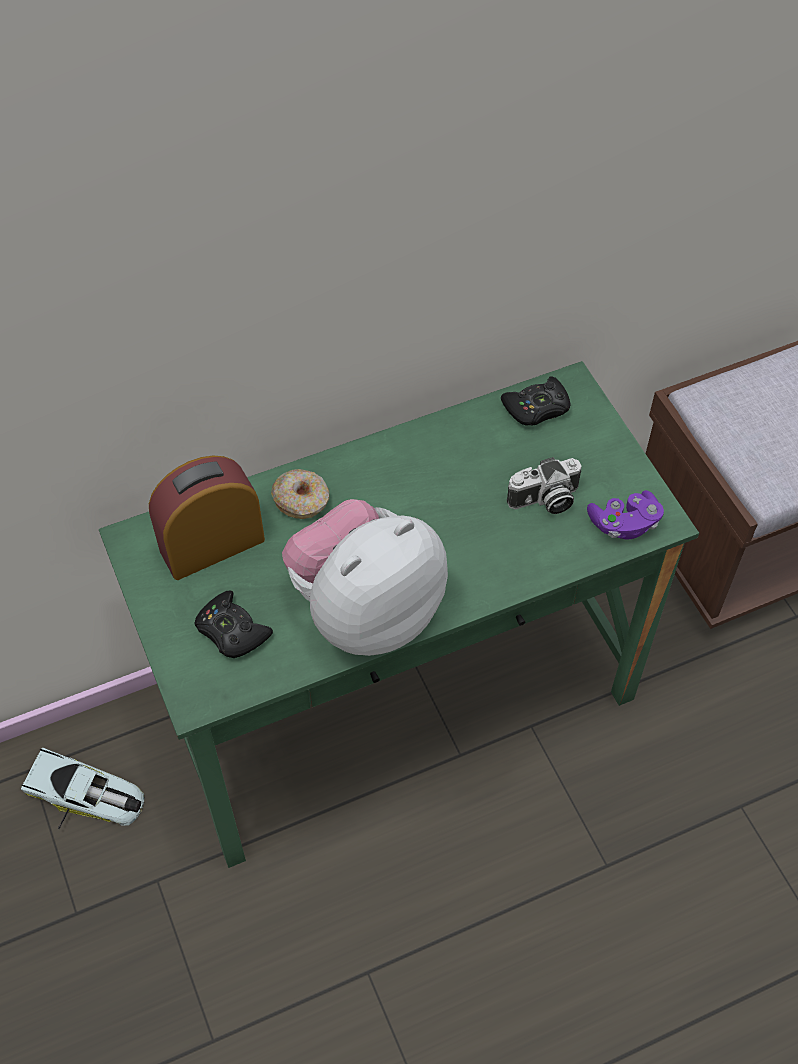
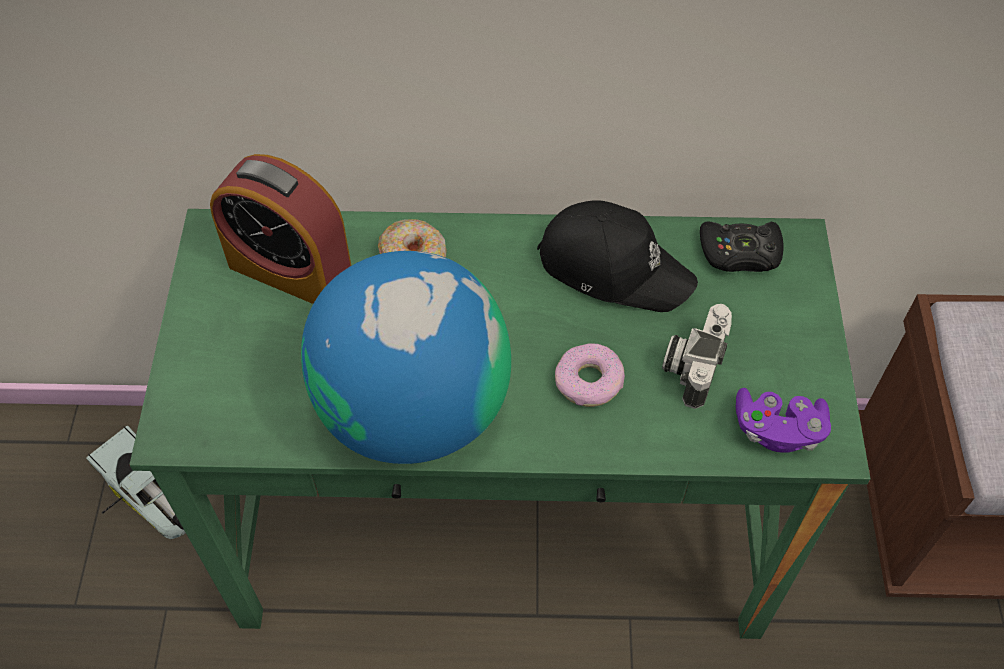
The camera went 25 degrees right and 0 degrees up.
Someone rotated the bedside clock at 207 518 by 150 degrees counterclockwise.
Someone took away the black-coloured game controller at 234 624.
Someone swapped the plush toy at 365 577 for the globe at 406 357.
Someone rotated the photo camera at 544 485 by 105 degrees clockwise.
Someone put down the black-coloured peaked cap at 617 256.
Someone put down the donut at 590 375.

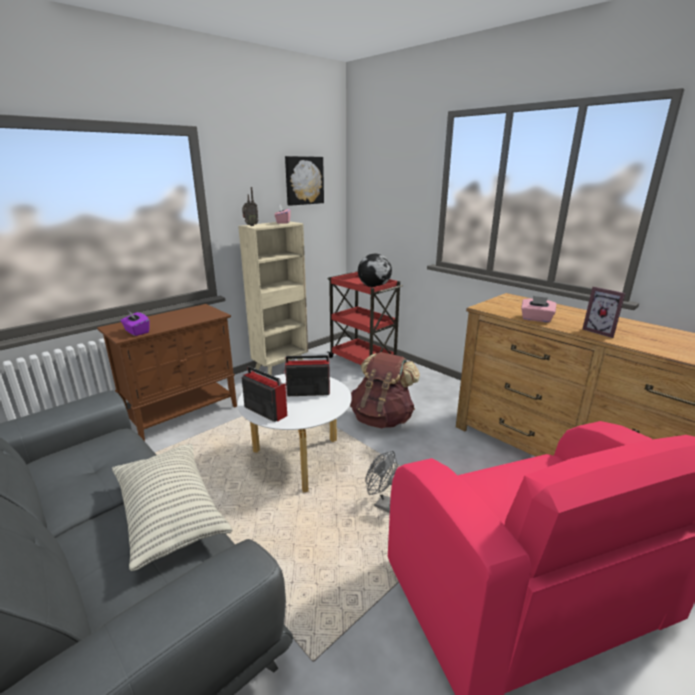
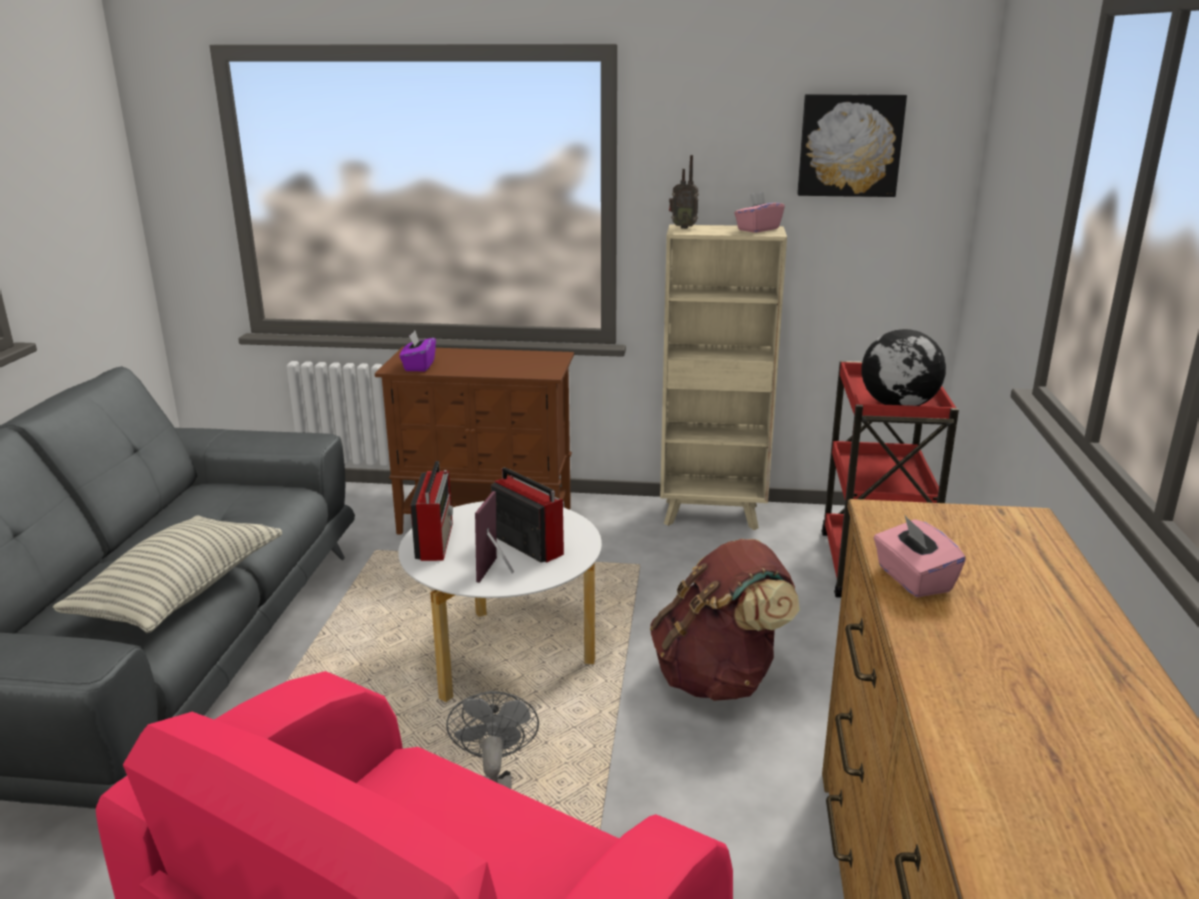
The camera went 50 degrees right and 0 degrees up.
Someone carried the picture frame from 604 312 to 494 537.

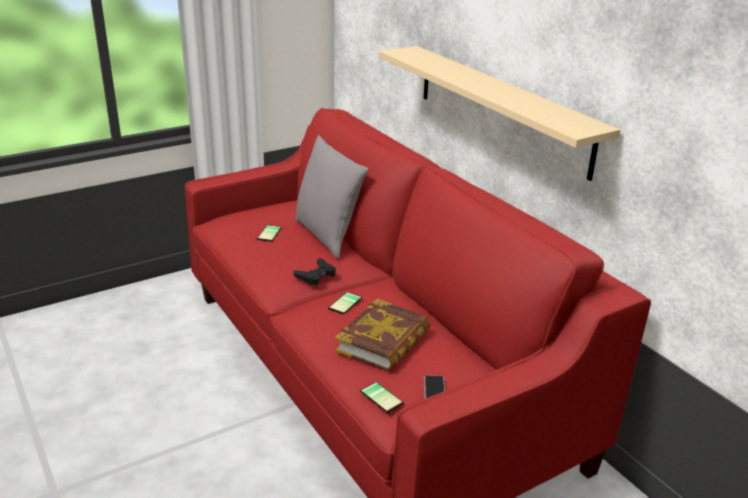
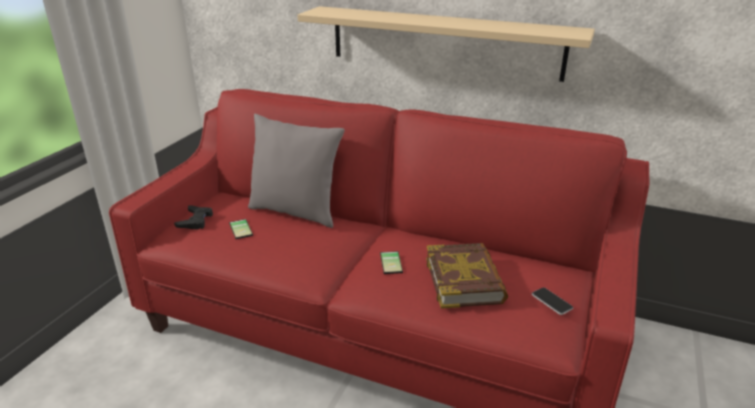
The camera went 35 degrees left and 0 degrees up.
Someone carried the black-coloured game controller from 315 272 to 193 217.
Someone took away the phone at 382 397.

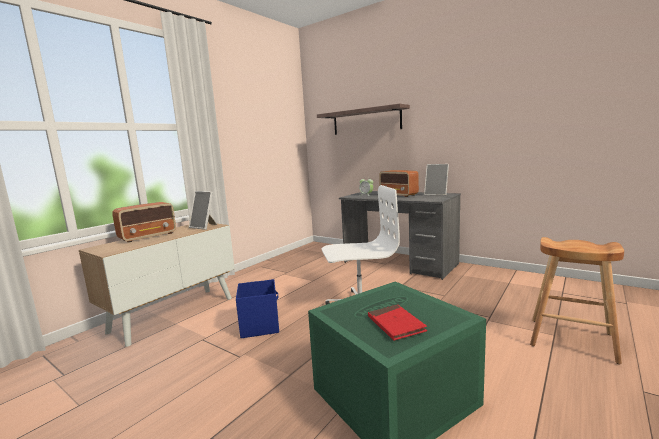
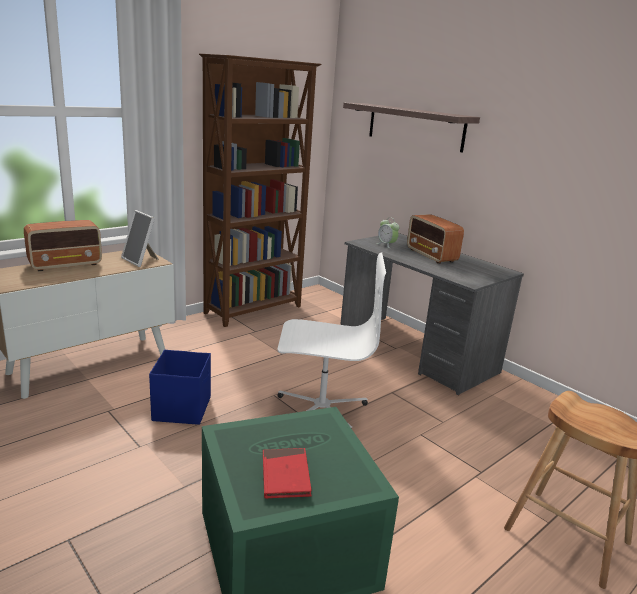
The camera went 10 degrees right and 10 degrees up.
Someone took away the picture frame at 436 180.
Someone put down the brown bookcase at 260 190.

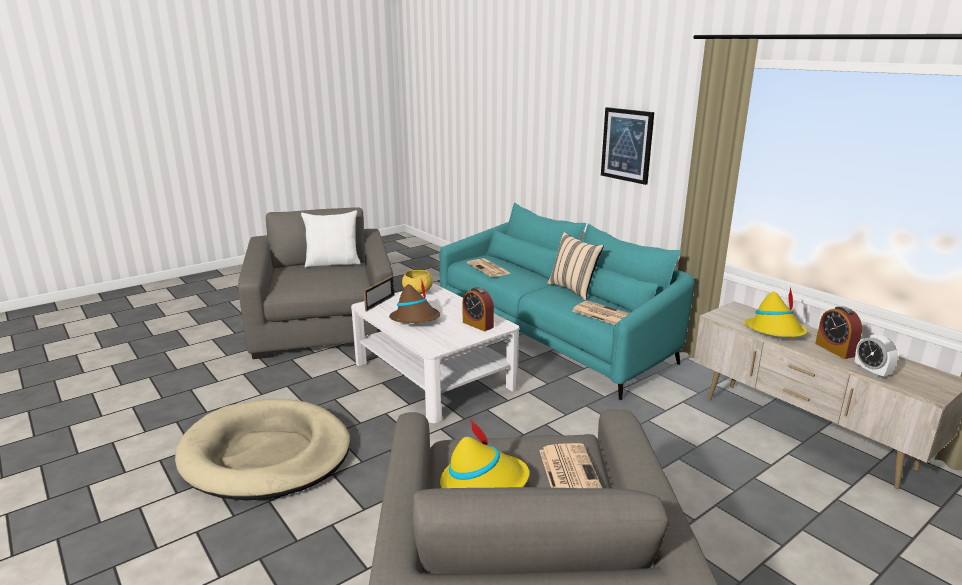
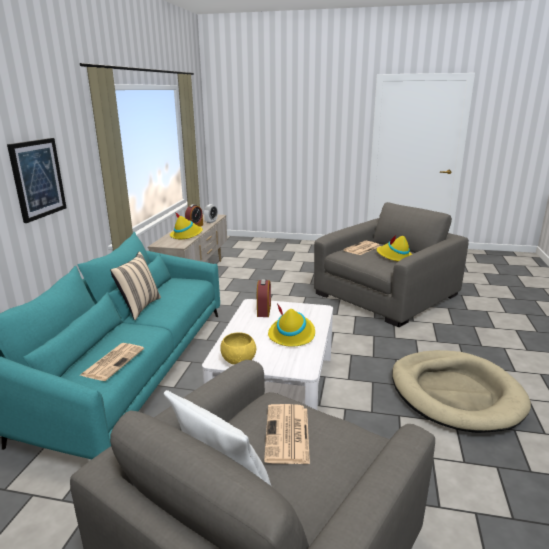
The camera went 130 degrees left and 0 degrees up.
Someone took away the picture frame at 379 293.
Someone repainted the brown hat at 414 301, which became the yellow hat at 291 325.
Someone carried the newspaper from 601 313 to 287 434.

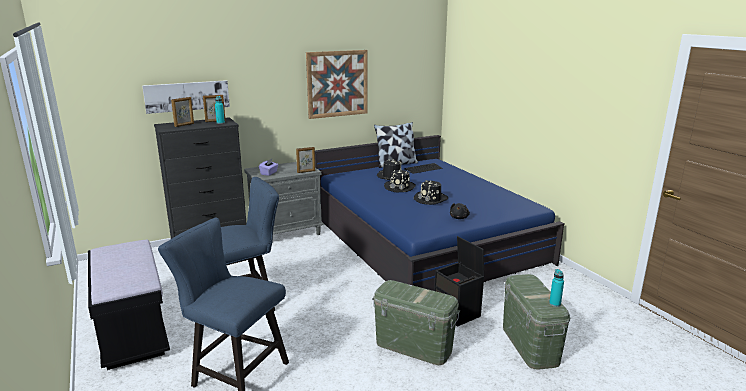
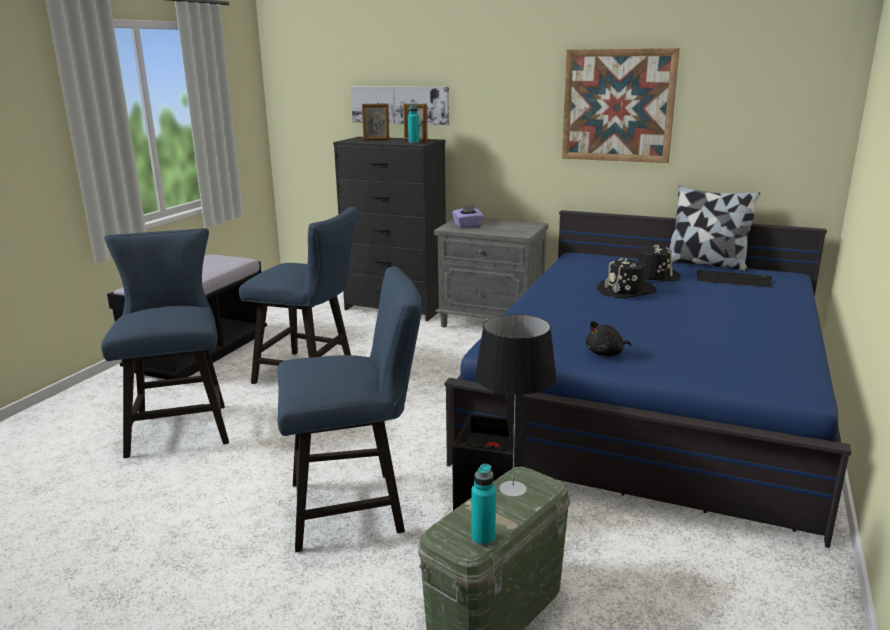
The camera went 50 degrees right and 0 degrees up.
Someone took away the picture frame at 305 160.
Someone swapped the green-coloured storage container at 416 322 for the blue plain chair at 349 409.
Someone took away the black-coloured hat at 431 192.
Someone put down the table lamp at 516 405.

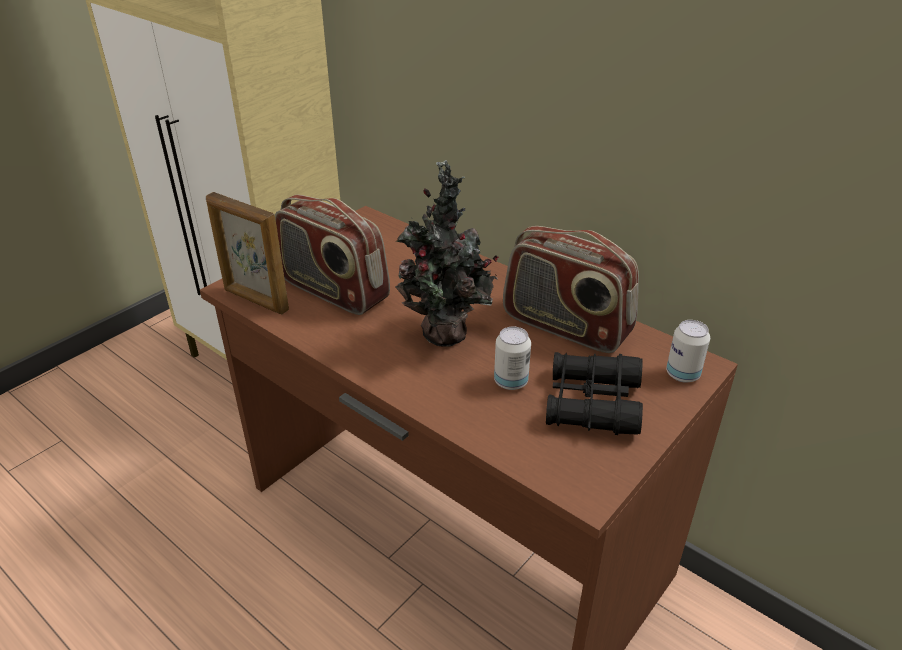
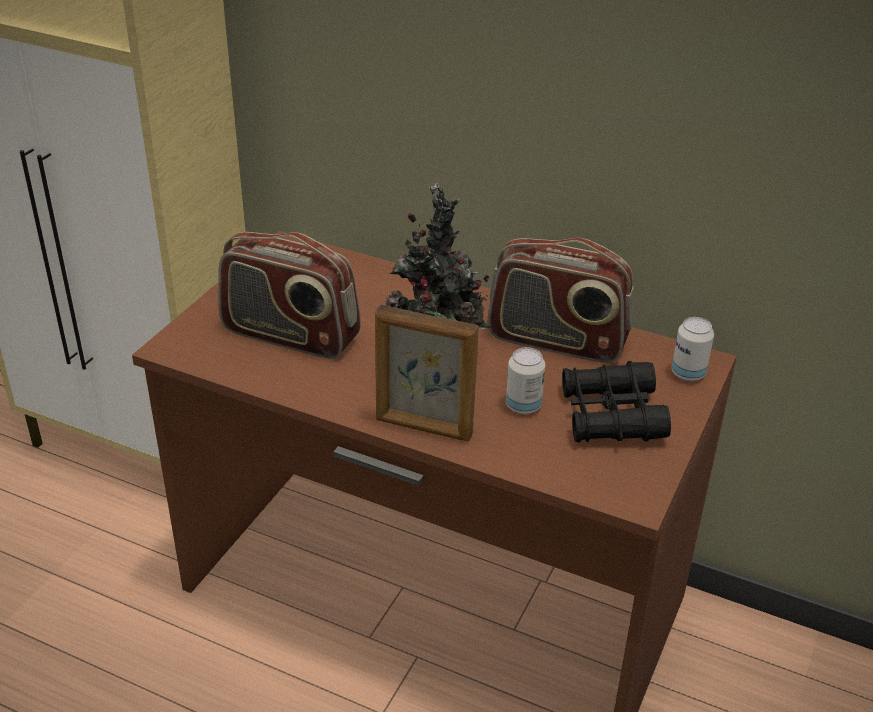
The camera went 15 degrees left and 0 degrees up.
Someone carried the picture frame from 247 253 to 427 373.

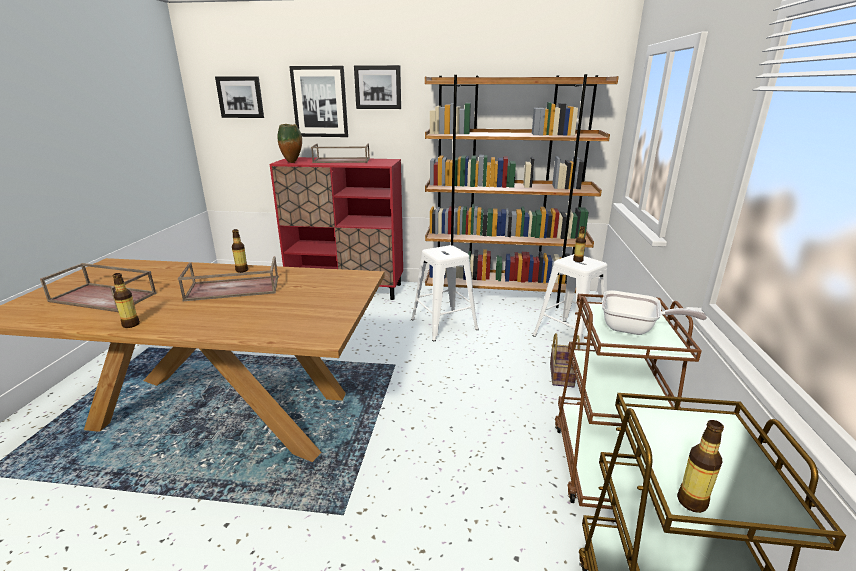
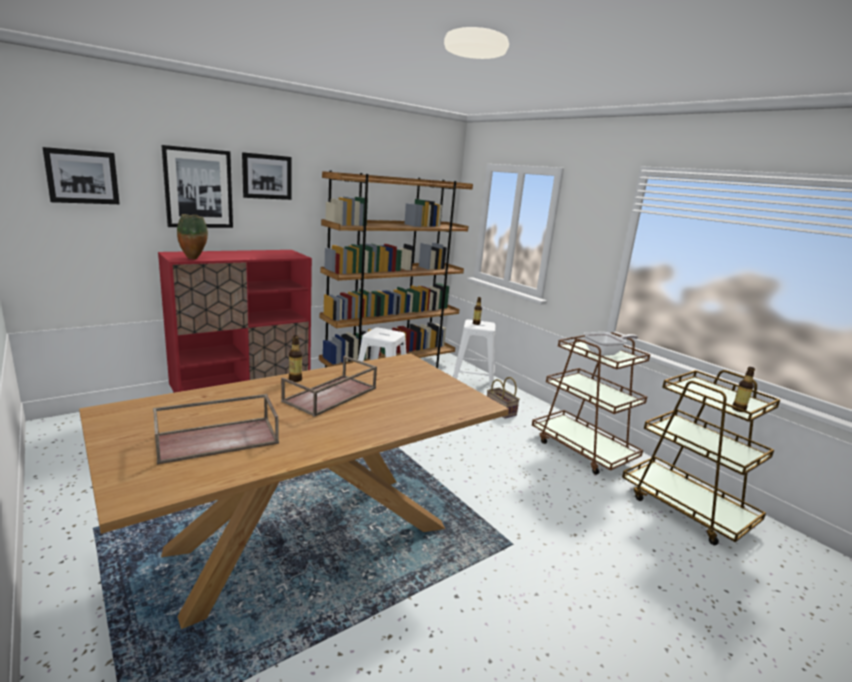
The camera went 45 degrees left and 5 degrees down.
Someone took away the bottle at 126 300.
Someone took away the brown carrying tray at 340 153.

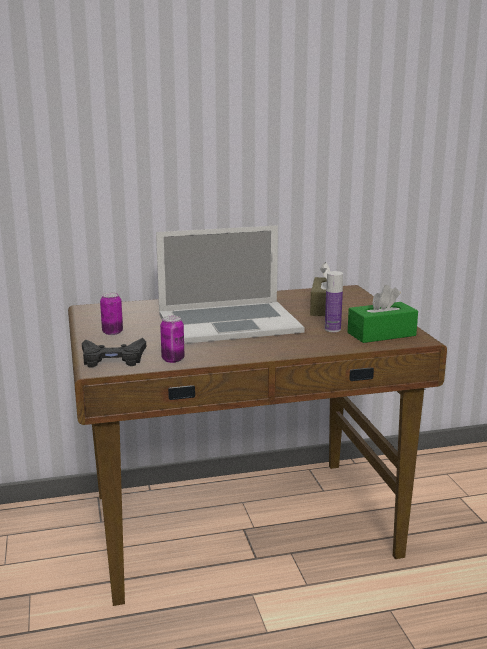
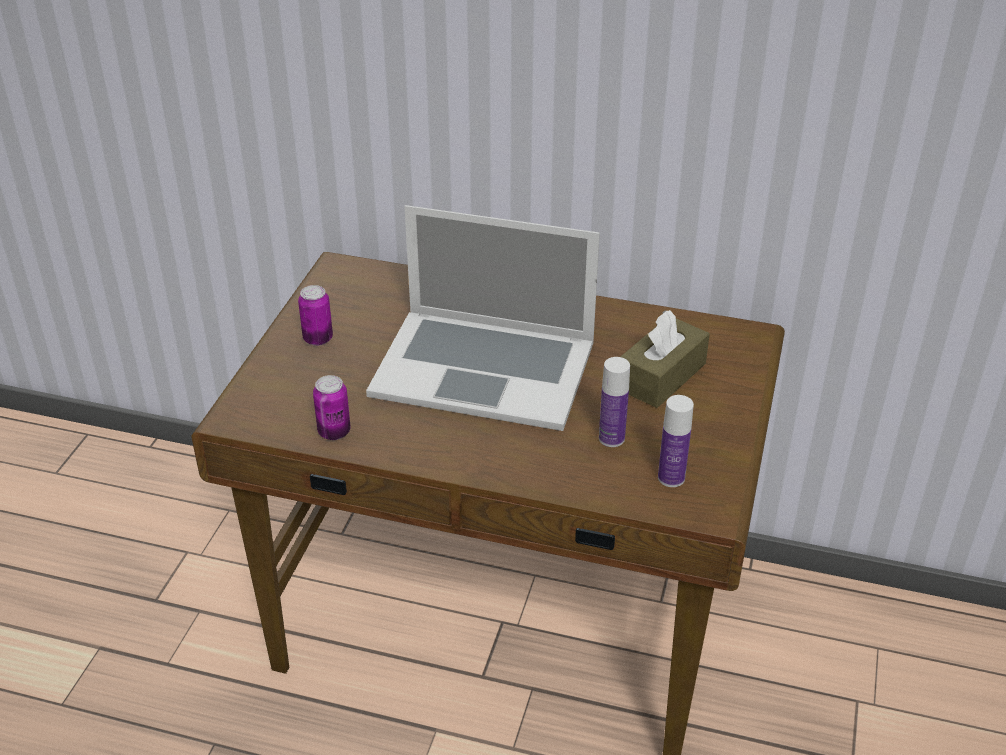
The camera went 30 degrees right and 20 degrees up.
Someone took away the black-coloured game controller at 114 353.
Someone swapped the green-coloured box of tissues at 383 314 for the bottle at 676 441.

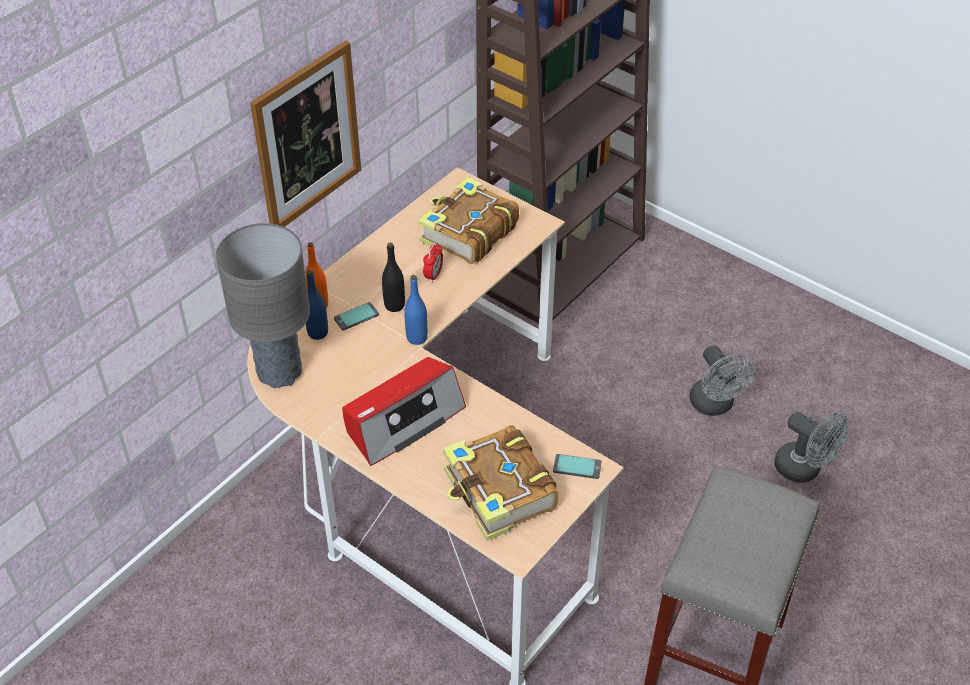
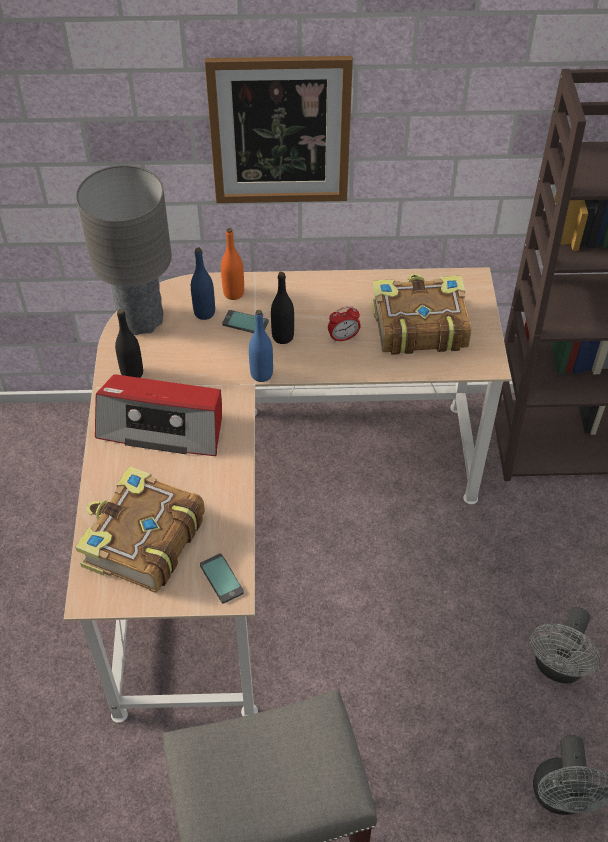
The camera went 50 degrees right and 5 degrees up.
Someone put down the black-coloured bottle at 129 343.

